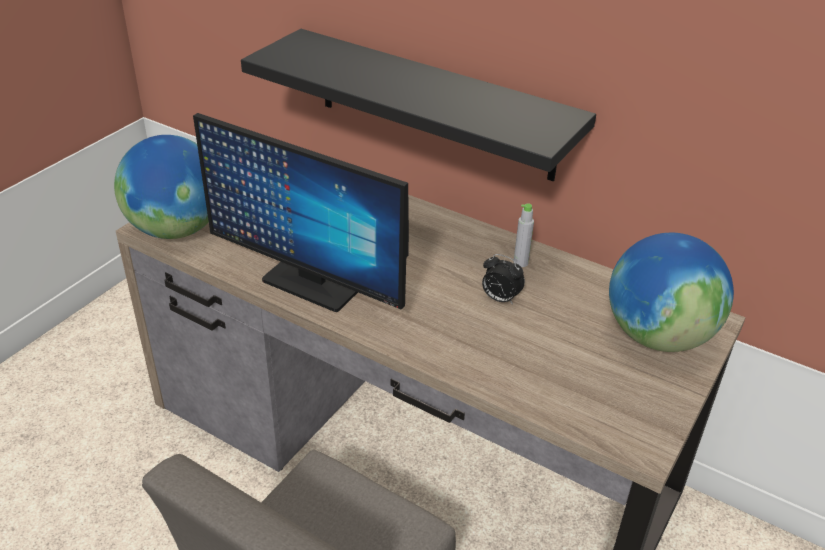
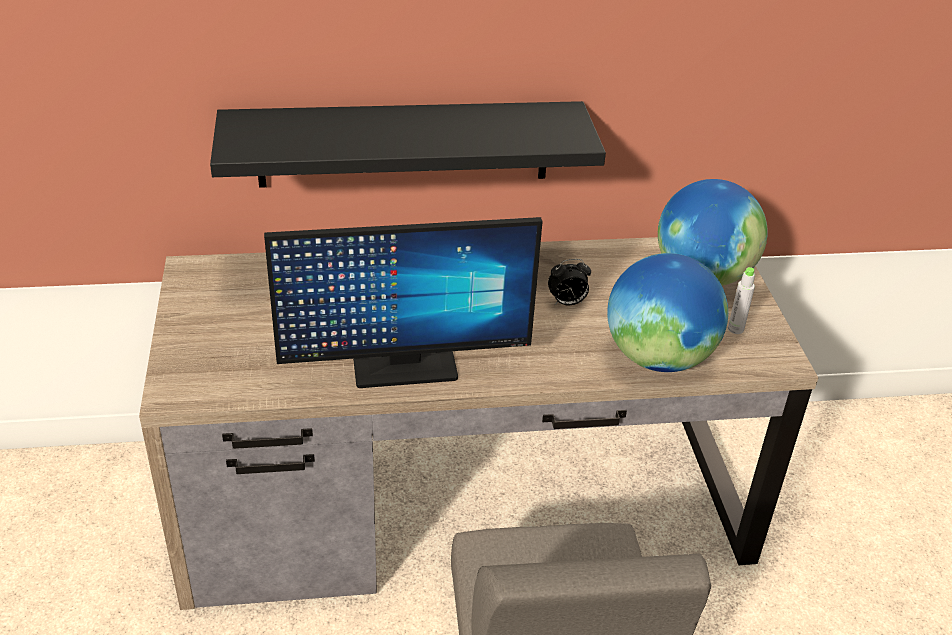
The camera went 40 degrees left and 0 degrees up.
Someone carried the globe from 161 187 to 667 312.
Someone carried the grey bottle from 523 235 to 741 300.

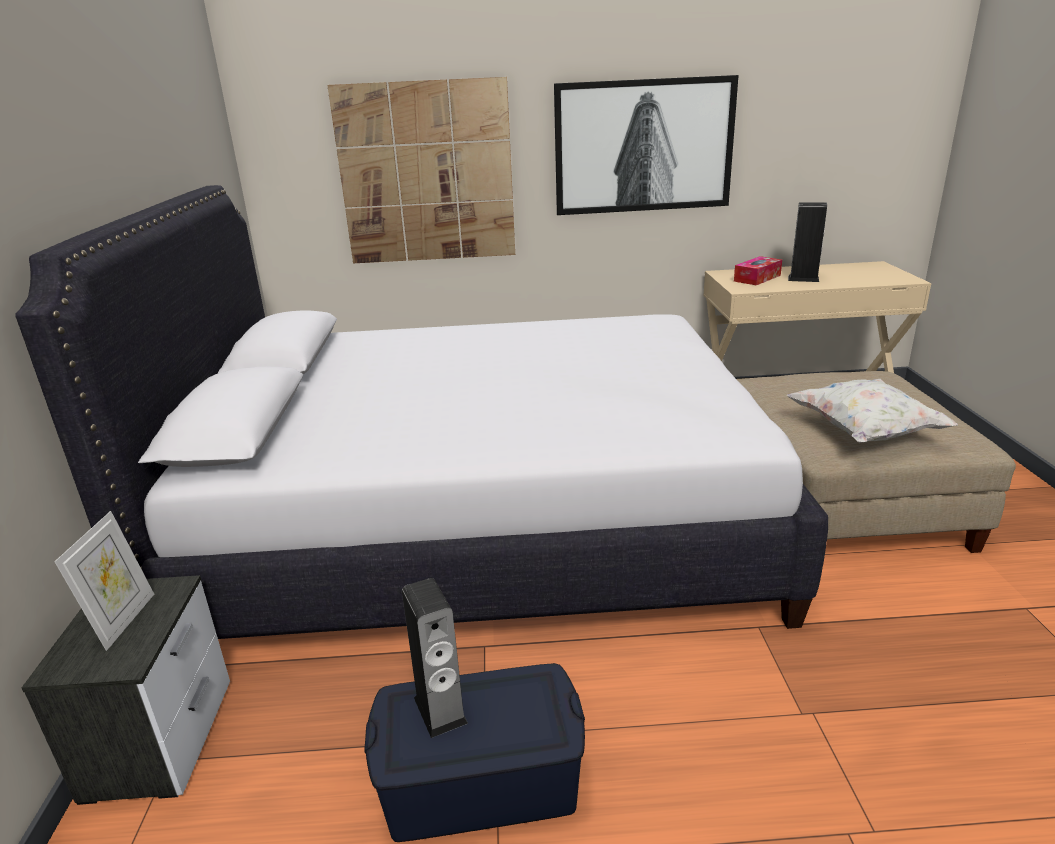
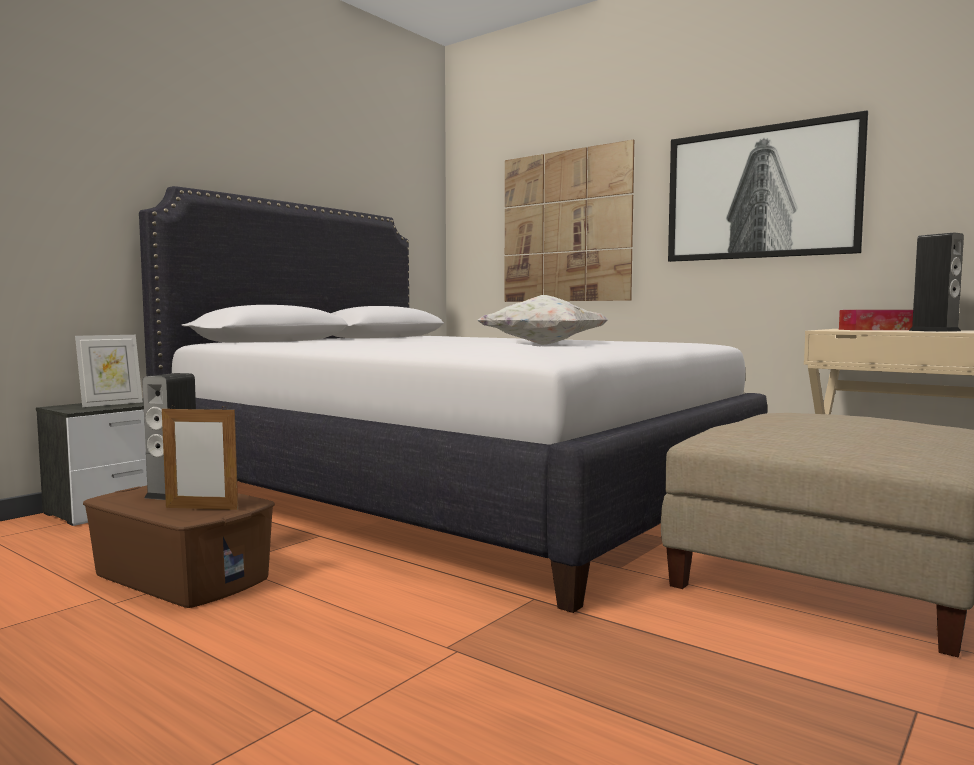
The camera went 40 degrees right and 20 degrees down.
Someone repainted the blue storage container at 474 752, which became the brown storage container at 179 547.
Someone carried the white-coloured cushion from 872 411 to 542 320.
Someone put down the picture frame at 200 457.

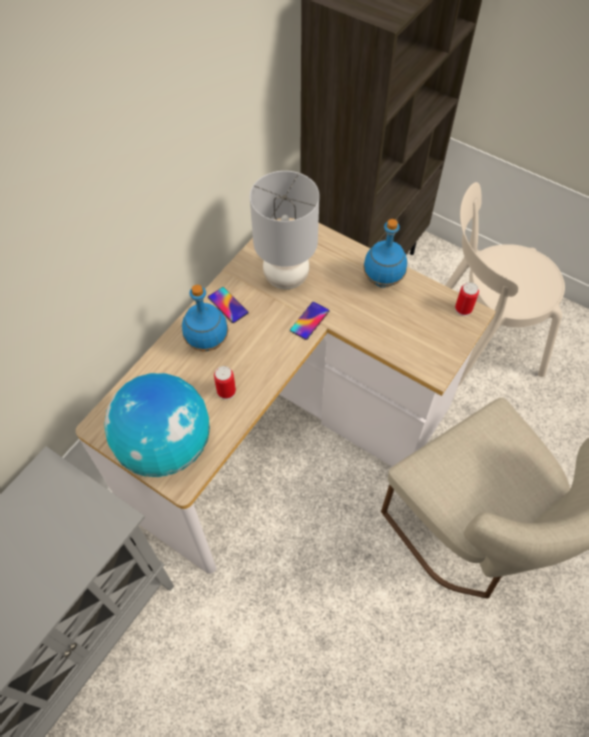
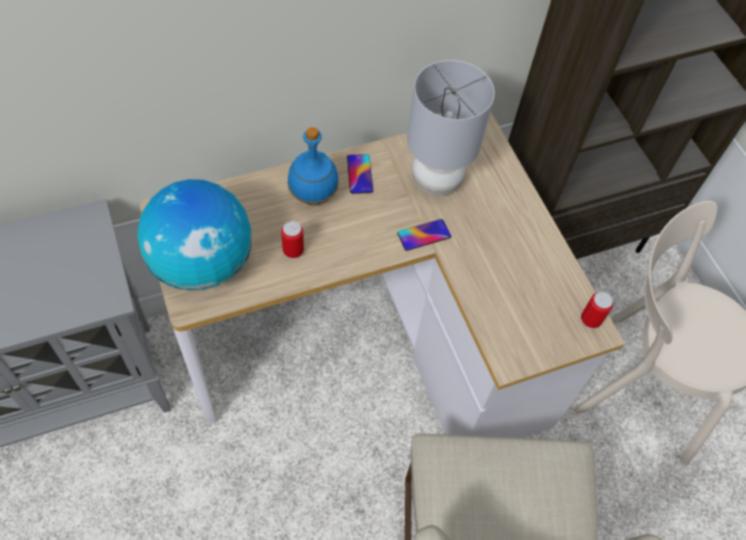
The camera went 30 degrees right and 0 degrees up.
Someone took away the blue bottle at 385 253.

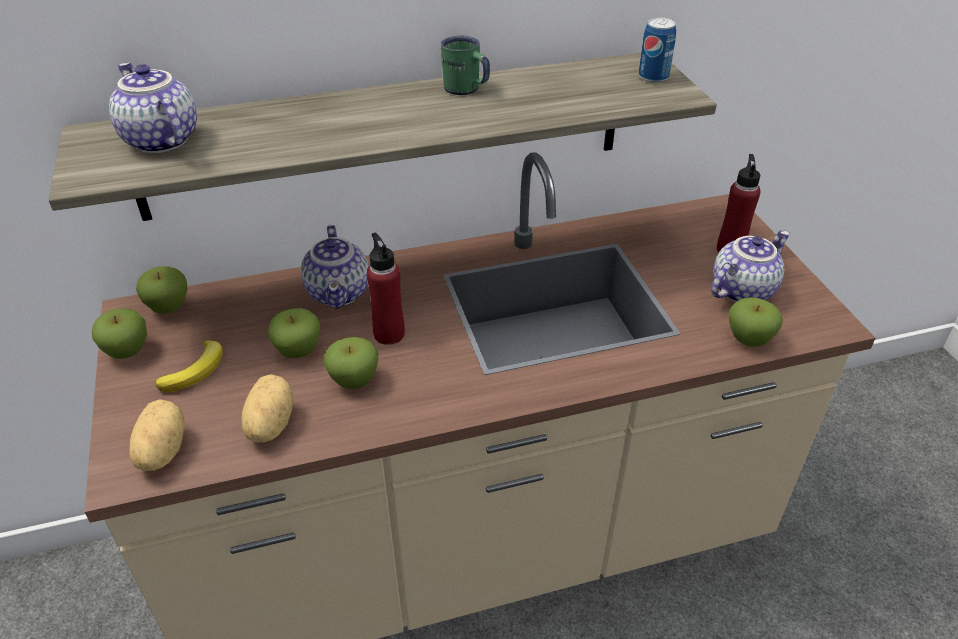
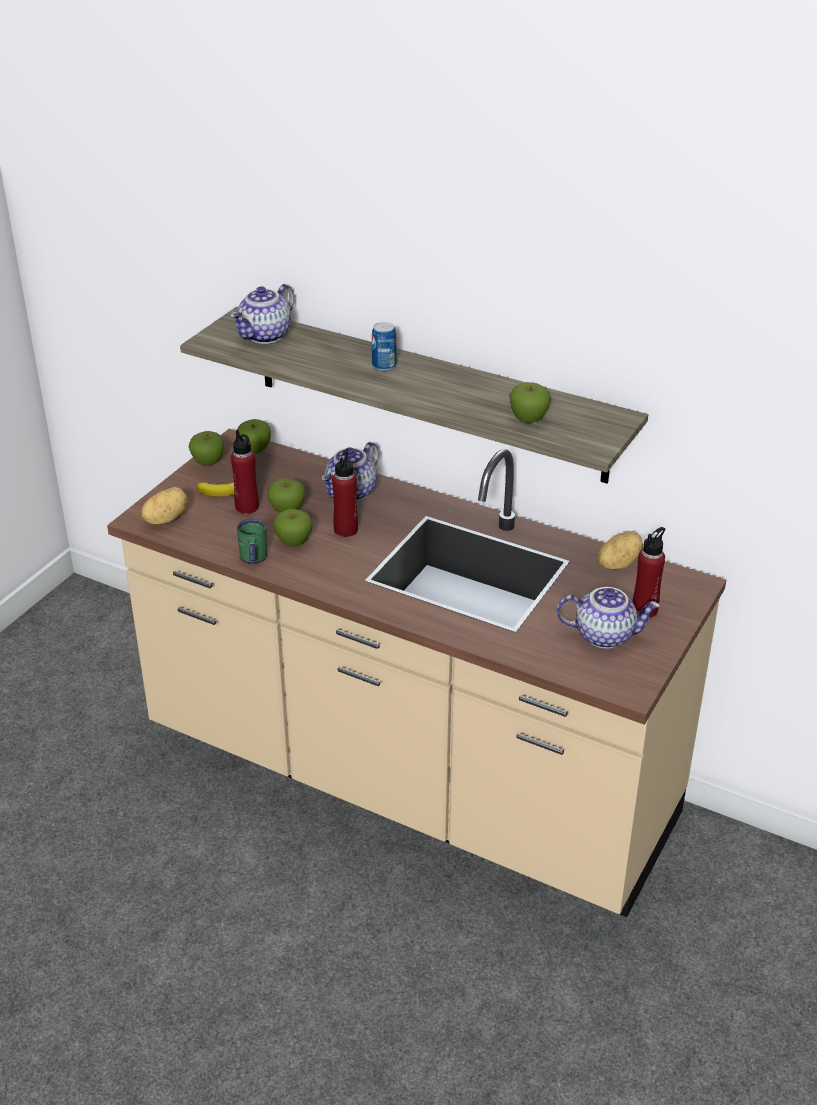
The camera went 45 degrees right and 5 degrees down.
Someone rotated the tea pot at 153 107 by 150 degrees counterclockwise.
Someone carried the potato from 267 408 to 620 550.
Someone carried the green-coloured coffee mug from 465 65 to 252 541.
Someone carried the metal can from 657 50 to 384 346.
Someone carried the apple fruit from 755 322 to 530 402.
Someone put down the red-coloured bottle at 245 472.

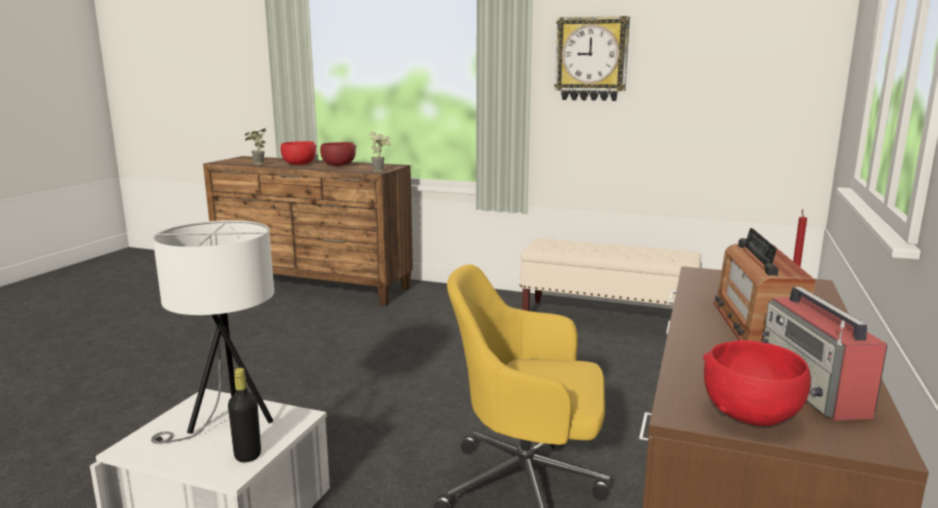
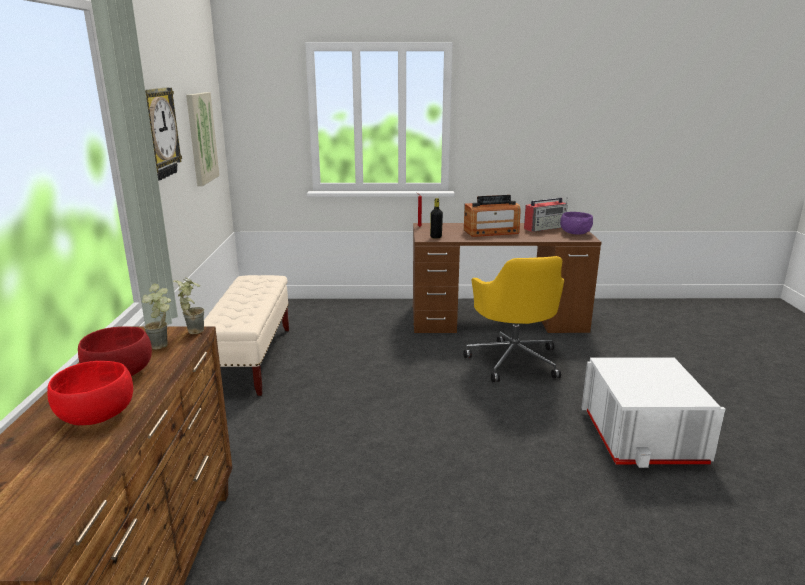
The camera went 110 degrees left and 5 degrees up.
Someone took away the white-coloured table lamp at 212 332.
Someone carried the black-coloured bottle from 244 415 to 436 218.
Someone carried the houseplant from 255 147 to 156 316.
Someone repainted the red-coloured deep dish at 757 383, which became the purple-coloured deep dish at 576 223.
Someone put up the wall picture at 203 139.

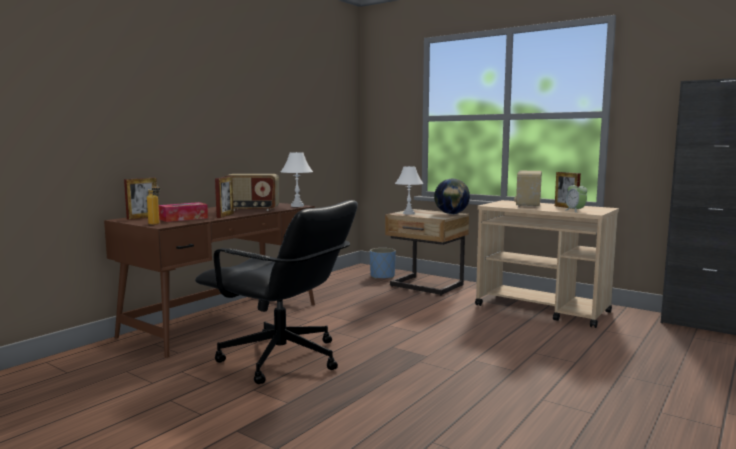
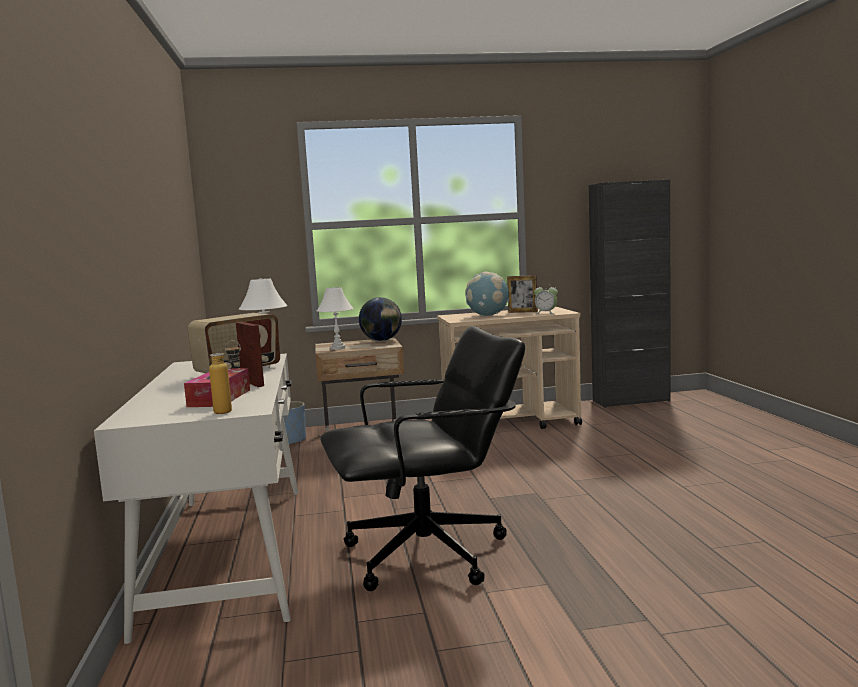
The camera went 45 degrees left and 0 degrees up.
Someone repainted the brown desk unit at 209 280, which became the white-coloured desk unit at 196 498.
Someone took away the picture frame at 140 199.
Someone swapped the radio set at 528 189 for the globe at 487 294.

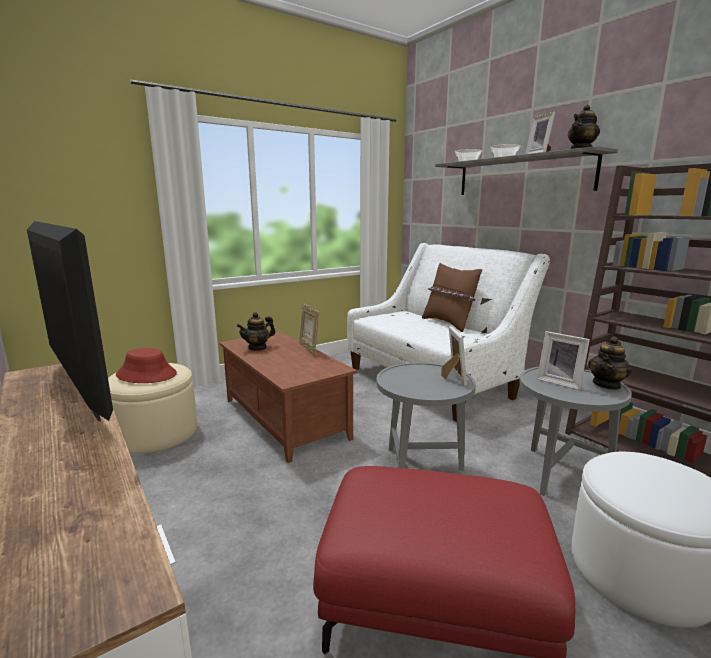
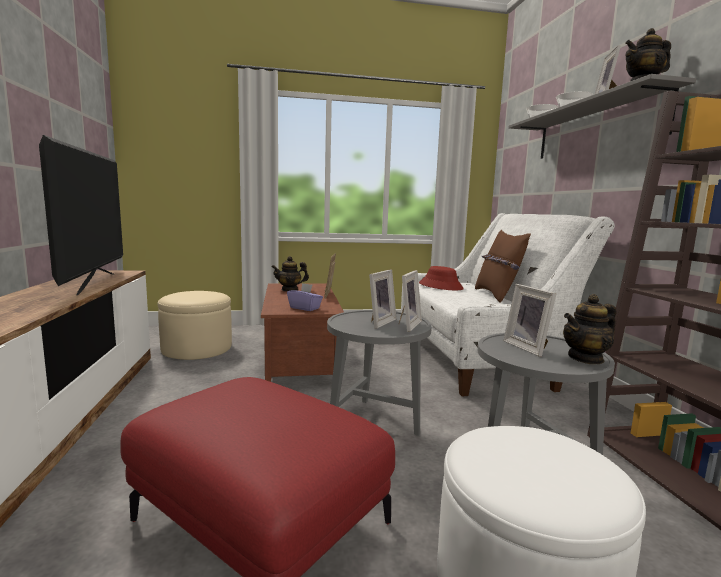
The camera went 25 degrees right and 5 degrees down.
Someone carried the red-coloured hat from 146 365 to 441 278.
Someone put down the purple-coloured box of tissues at 305 297.
Someone put down the picture frame at 382 299.

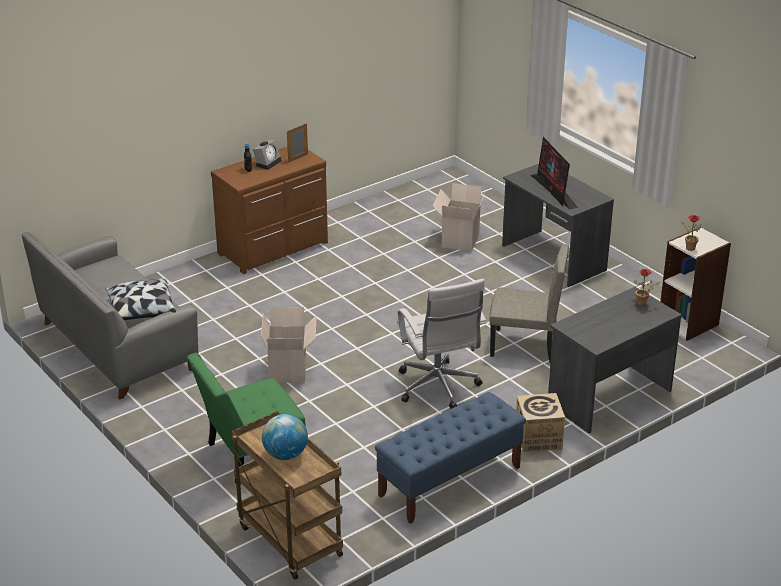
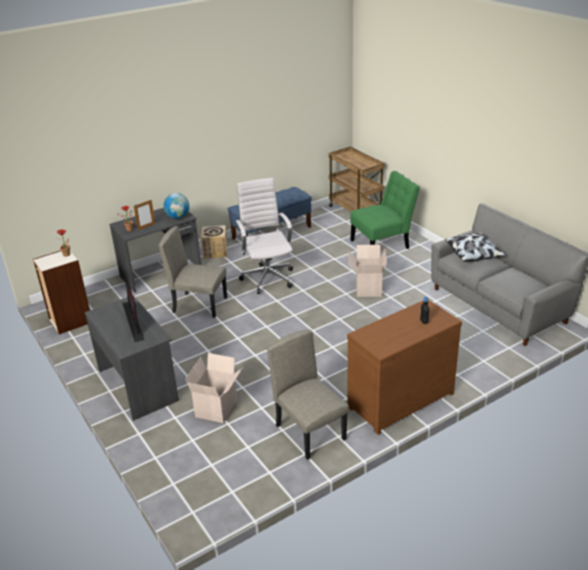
The camera went 175 degrees left and 0 degrees up.
Someone took away the bedside clock at 267 155.
Someone carried the globe from 285 437 to 176 206.
Someone carried the picture frame from 297 143 to 144 215.
Someone put down the beige-coloured plain chair at 308 395.

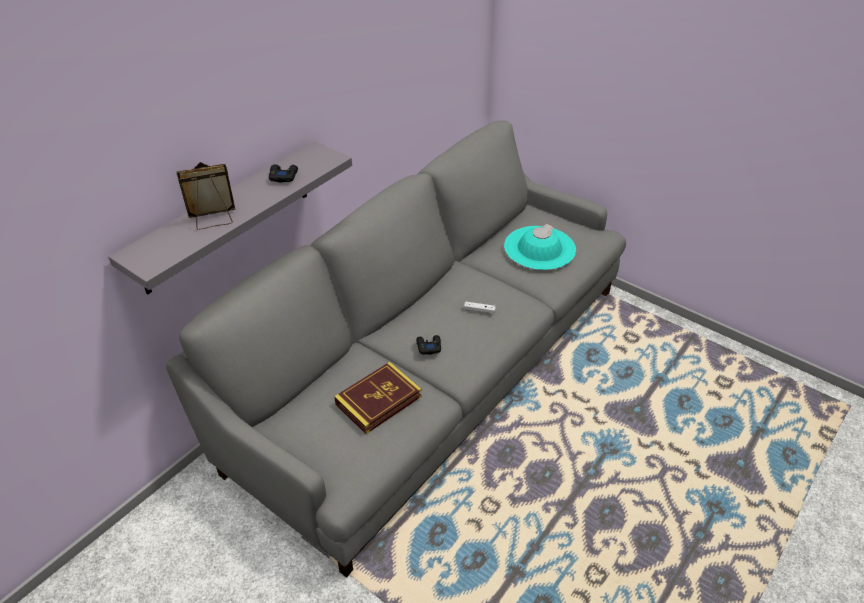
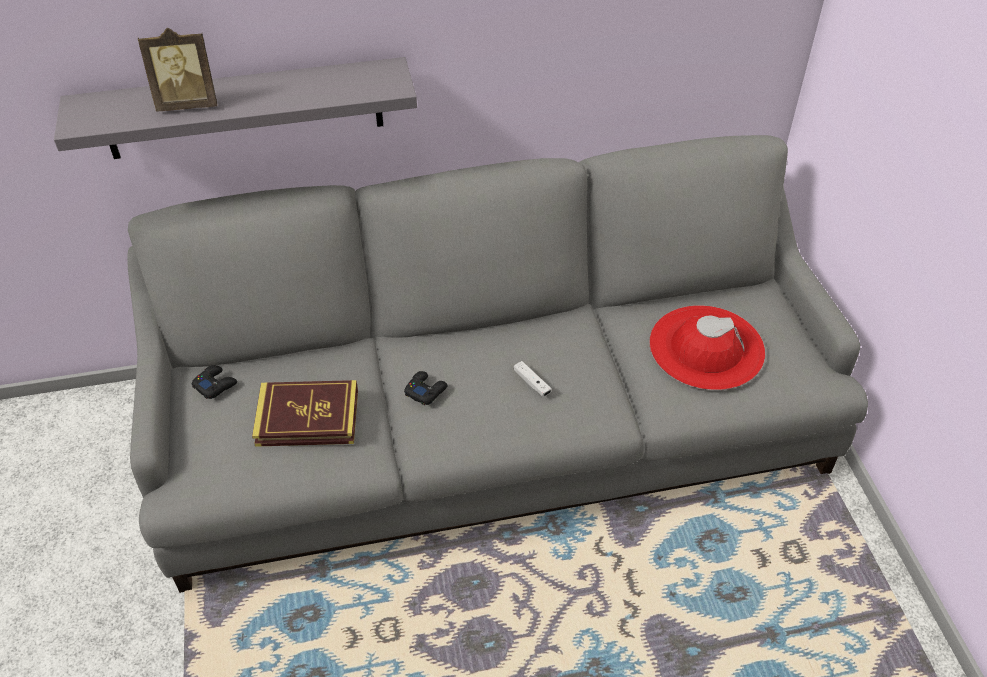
The camera went 40 degrees right and 5 degrees up.
Someone rotated the picture frame at 205 196 by 150 degrees clockwise.
Someone carried the black-coloured game controller from 283 173 to 214 382.
Someone repainted the turquoise hat at 540 247, which became the red-coloured hat at 707 347.

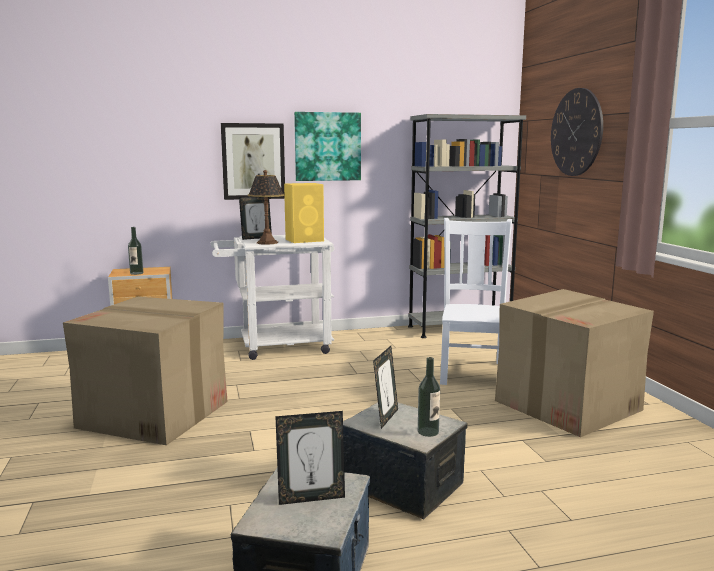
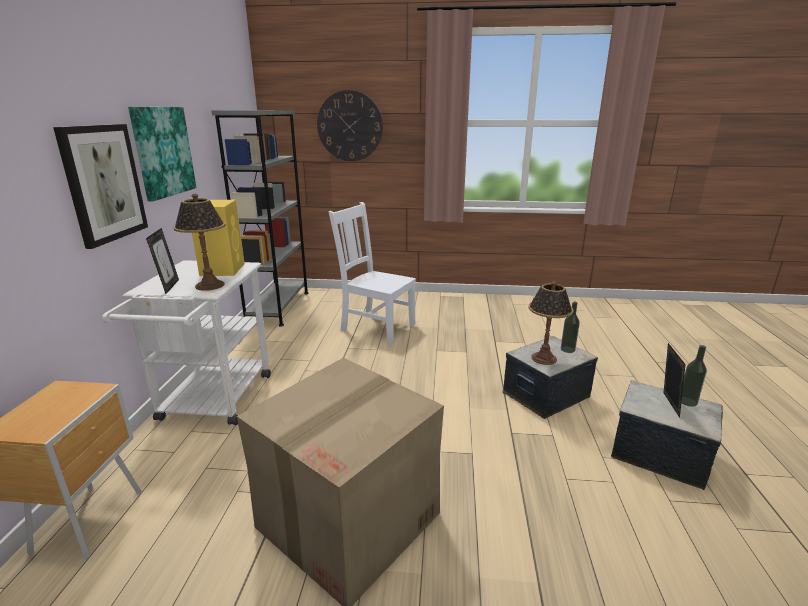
The camera went 70 degrees left and 10 degrees up.
Someone carried the bottle from 135 251 to 694 376.
Someone swapped the picture frame at 385 387 for the table lamp at 551 323.
Someone took away the cardboard box at 574 363.

